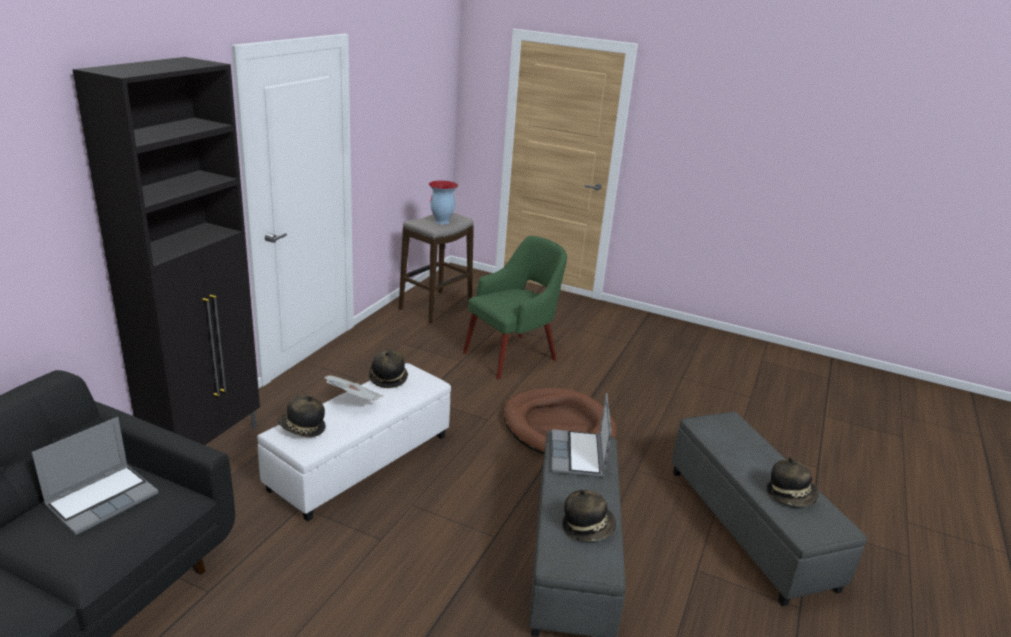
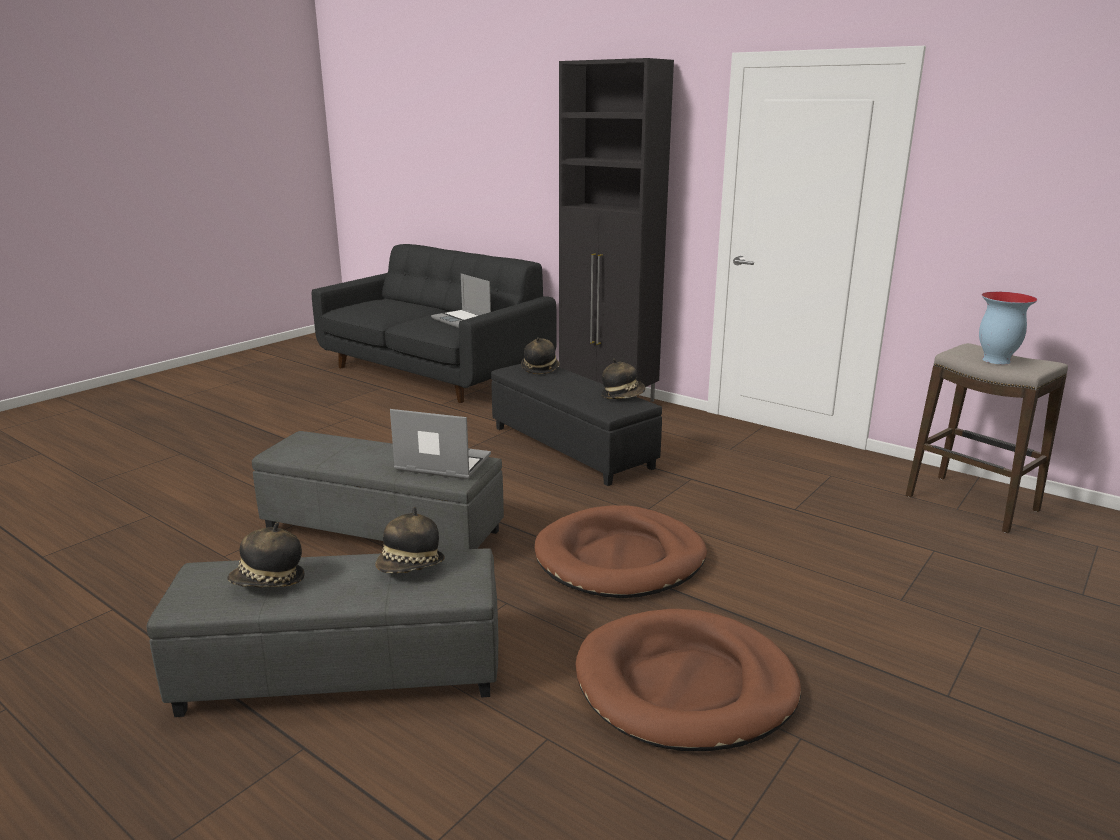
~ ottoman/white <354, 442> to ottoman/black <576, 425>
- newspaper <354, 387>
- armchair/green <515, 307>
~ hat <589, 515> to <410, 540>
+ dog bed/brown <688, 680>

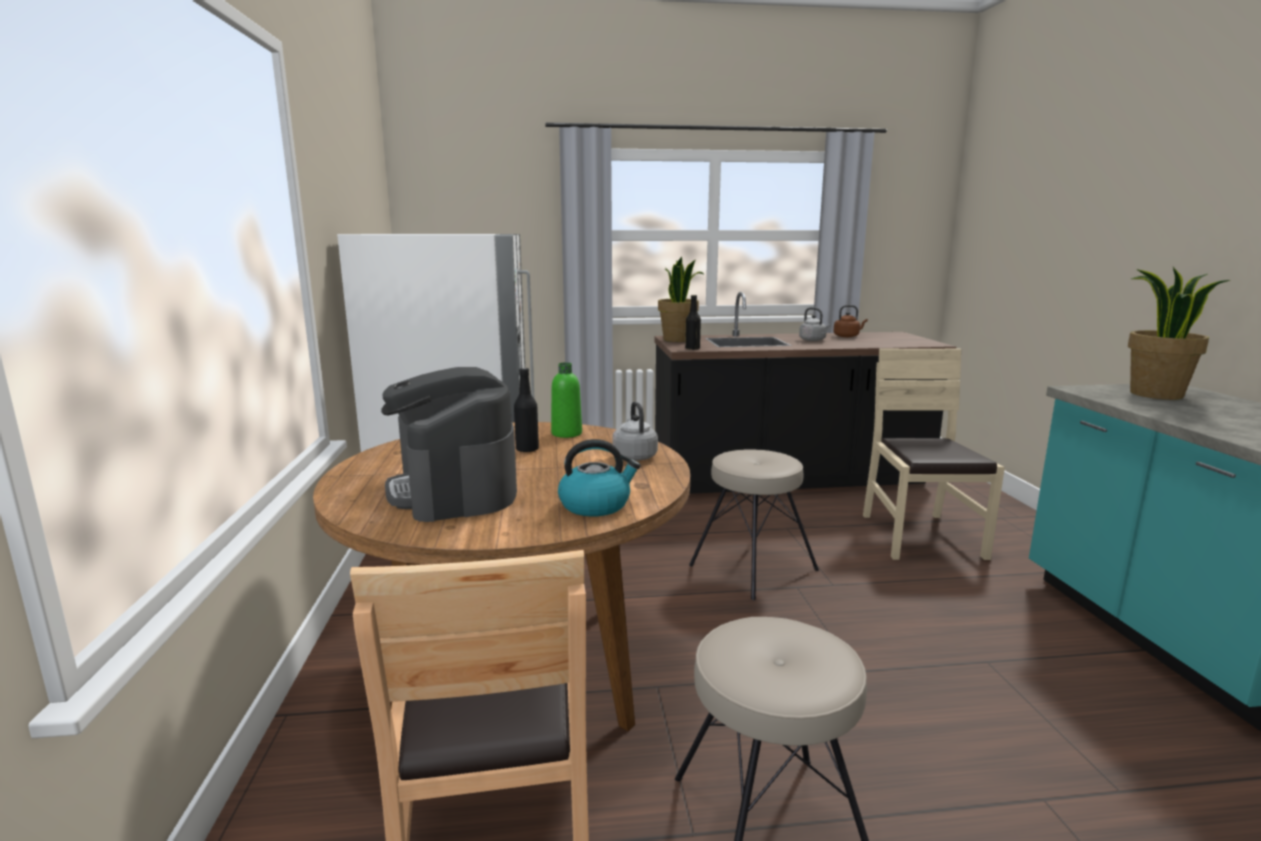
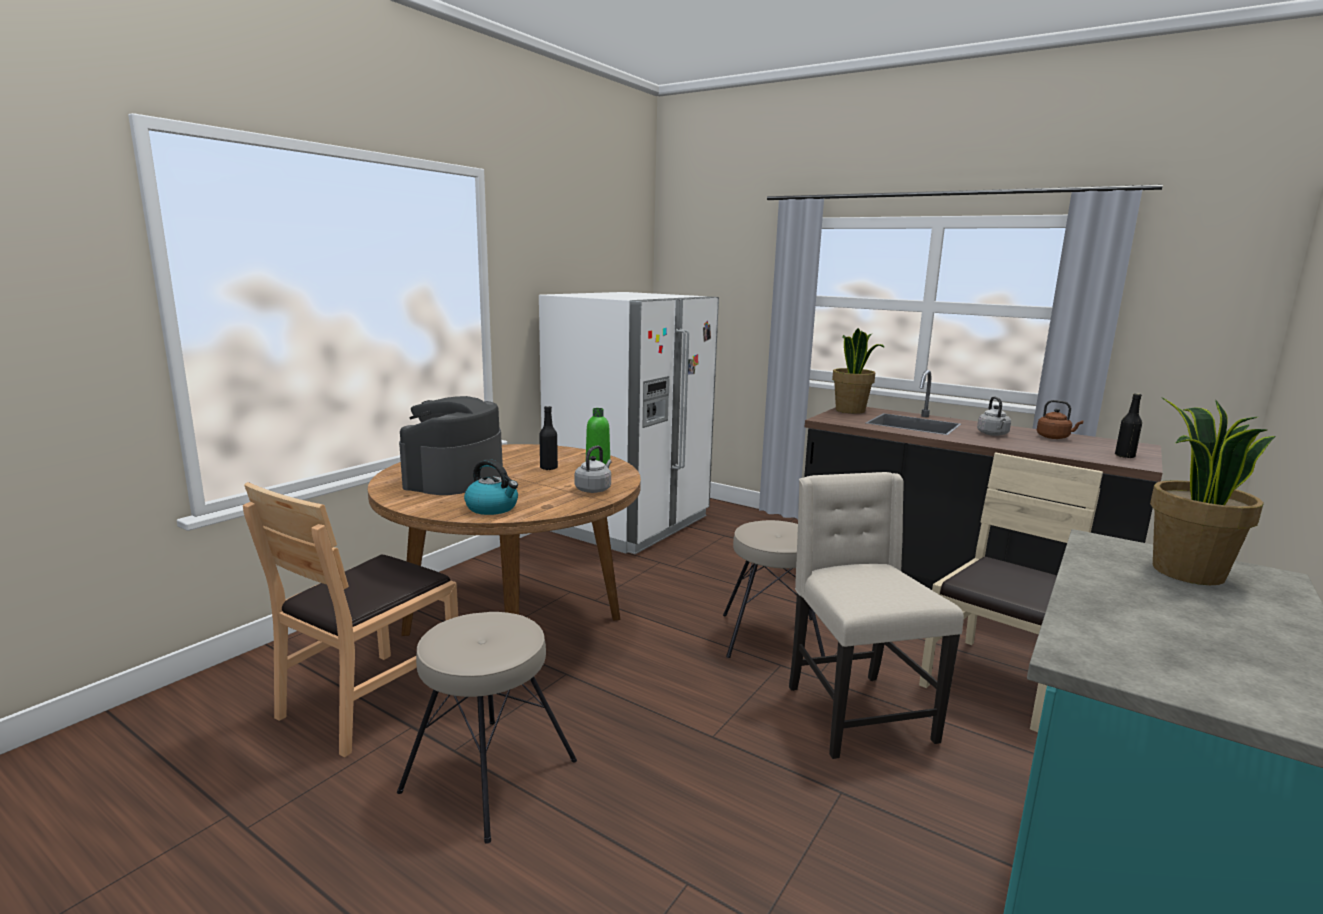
~ bottle/black <693, 322> to <1128, 425>
+ chair/beige <876, 615>

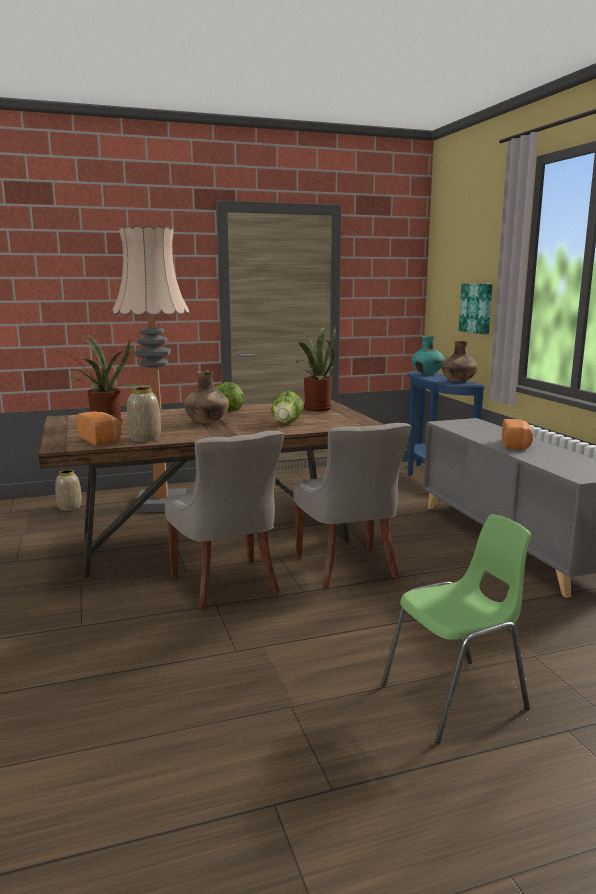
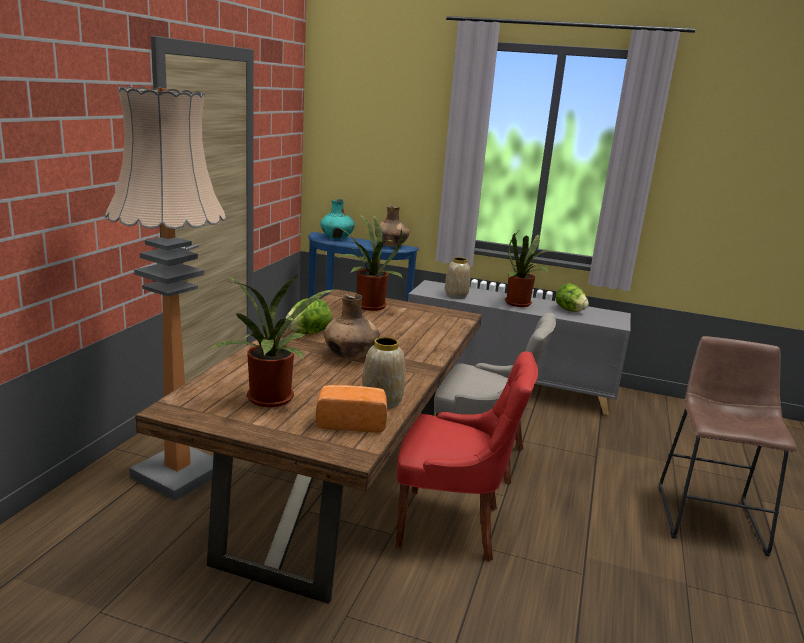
~ vase <68, 490> to <458, 278>
~ chair/grey <225, 521> to chair/red <467, 457>
~ lettuce <287, 407> to <572, 297>
~ chair/green <456, 628> to stool/brown <728, 446>
- picture <476, 309>
~ bread <517, 434> to potted plant <529, 269>

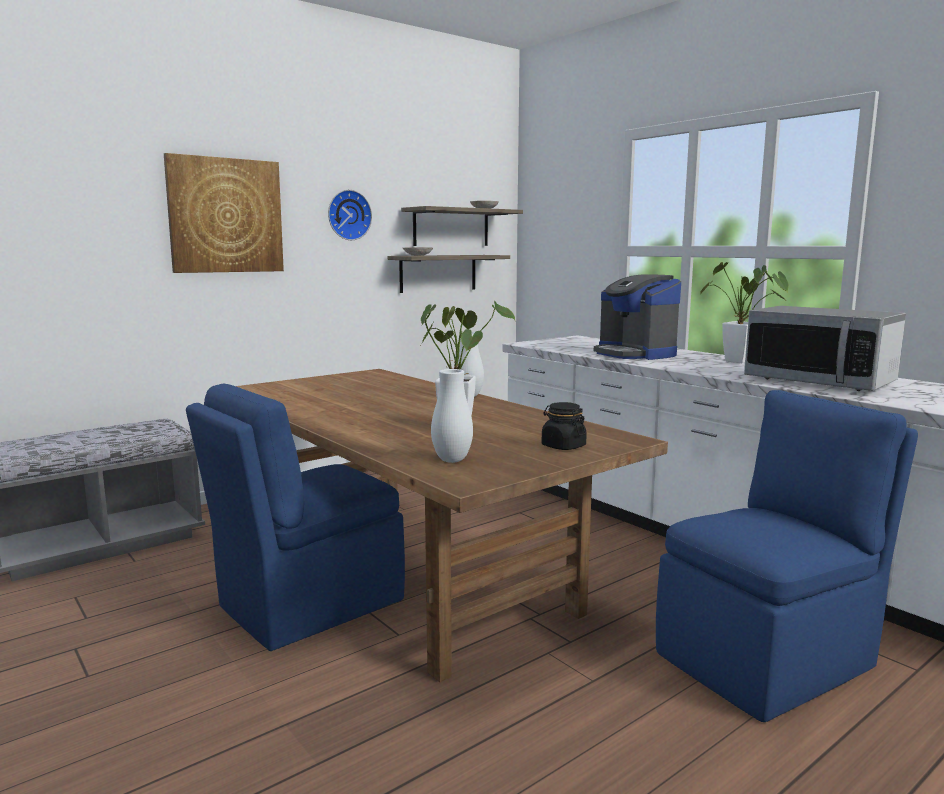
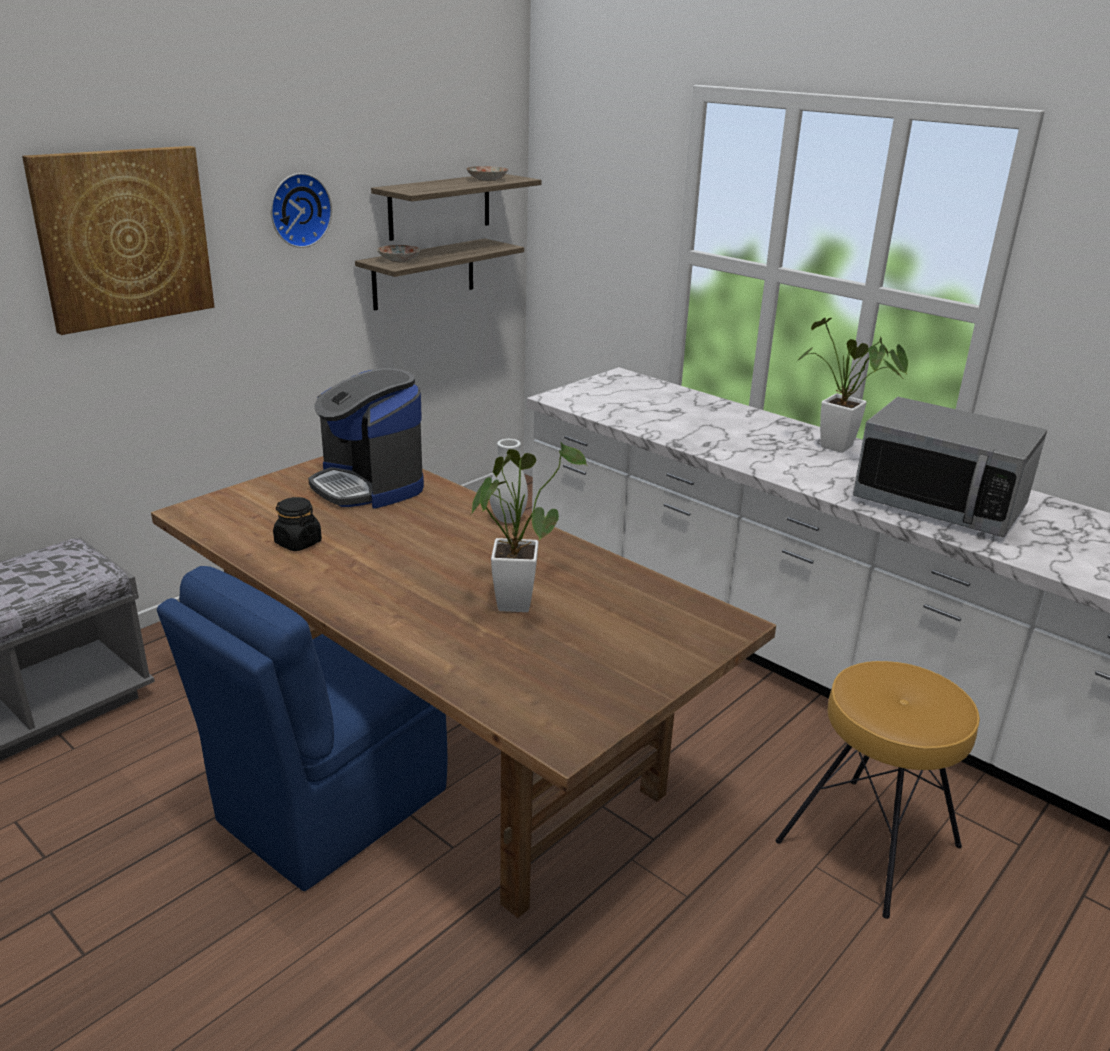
- vase/white <452, 416>
~ jar/black <564, 426> to <297, 524>
~ coffee machine <637, 317> to <366, 438>
~ chair/blue <787, 556> to stool/brown <877, 790>

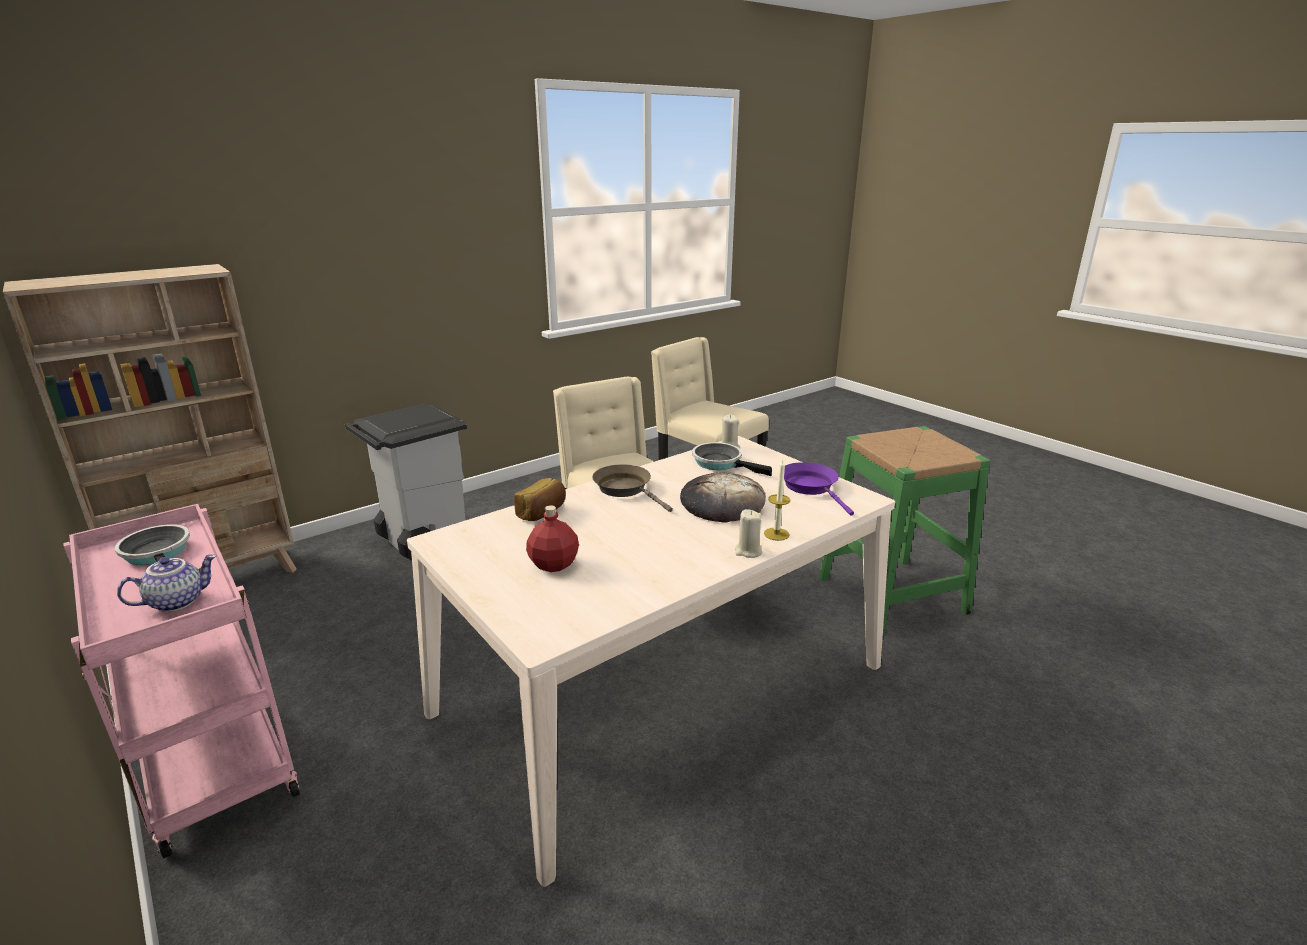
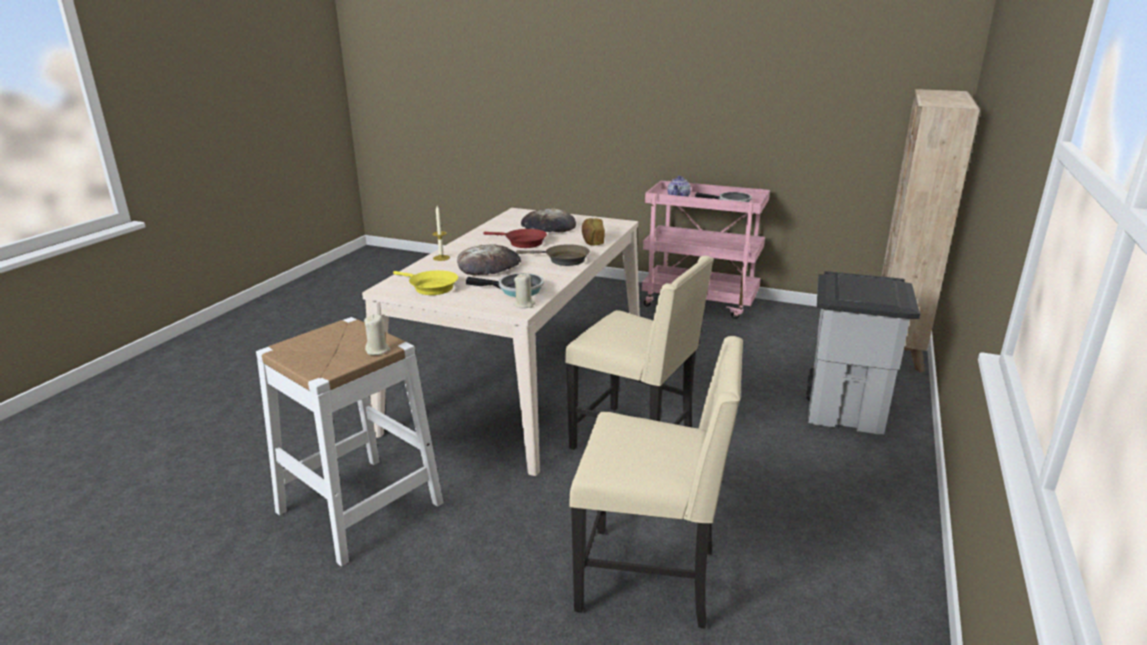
~ bottle/red <552, 538> to bread <548, 221>
~ candle/beige <748, 533> to <377, 335>
~ frying pan/purple <819, 489> to frying pan/yellow <425, 282>
~ stool/green <904, 530> to stool/white <350, 441>
+ frying pan/red <515, 238>

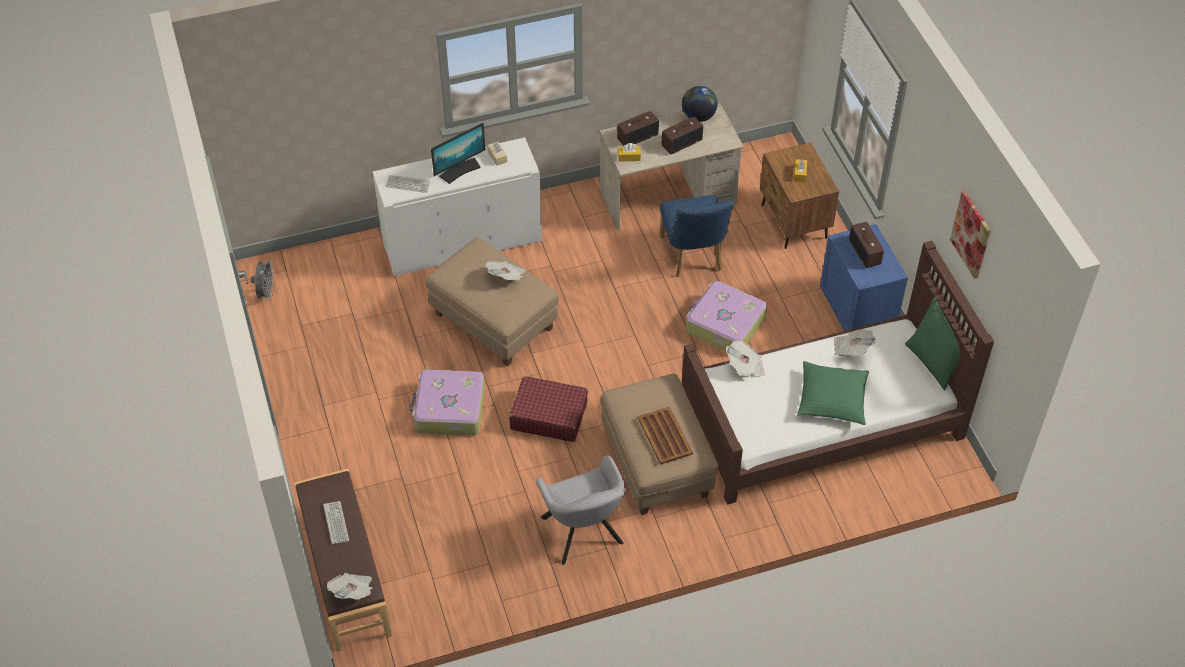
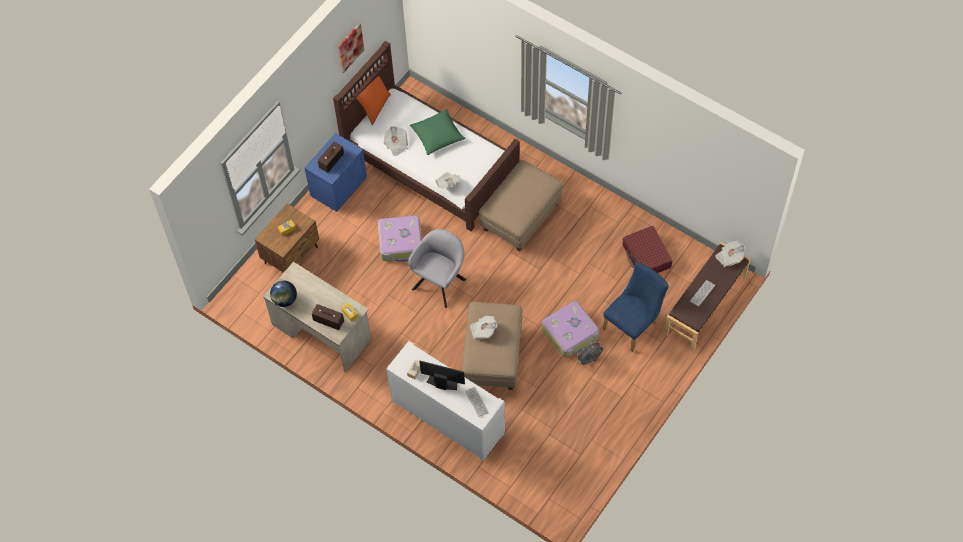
~ fan/grey <263, 280> to <590, 353>
~ suitcase/red <548, 409> to <648, 249>
~ armchair/grey <581, 510> to <437, 268>
- tray/brown <665, 436>
~ chair/blue <697, 236> to <635, 307>
- radio <682, 135>
~ pillow/green <940, 344> to pillow/orange <373, 95>

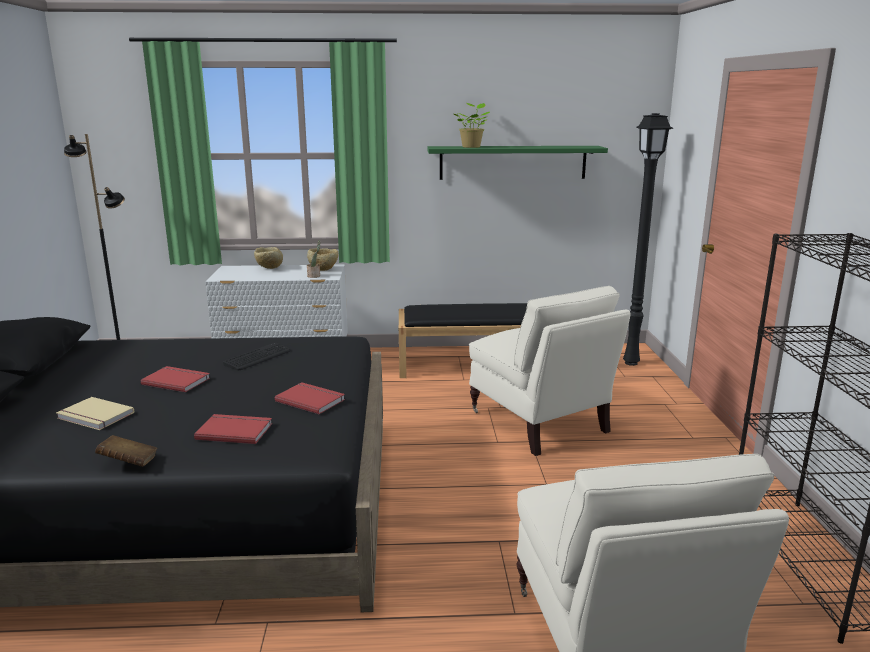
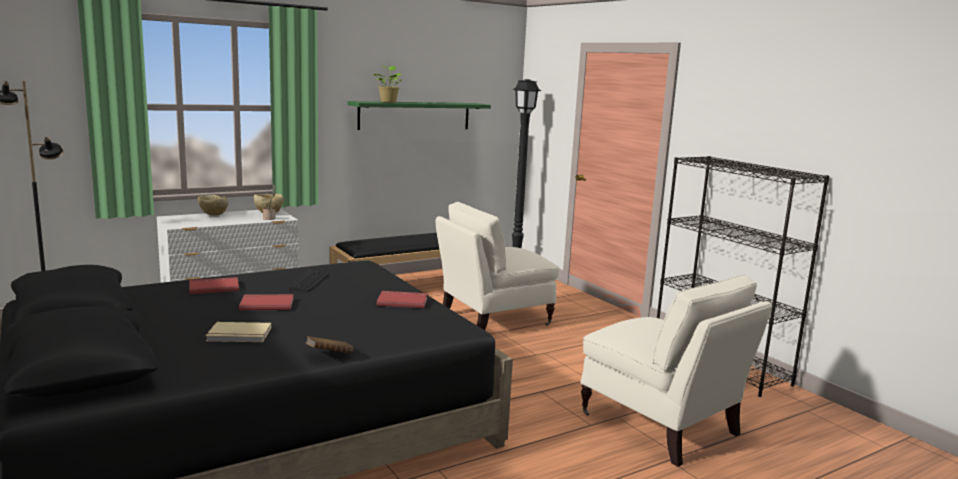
~ book/red <233, 429> to <214, 285>
~ armchair/beige <550, 371> = <497, 266> 120 degrees clockwise

